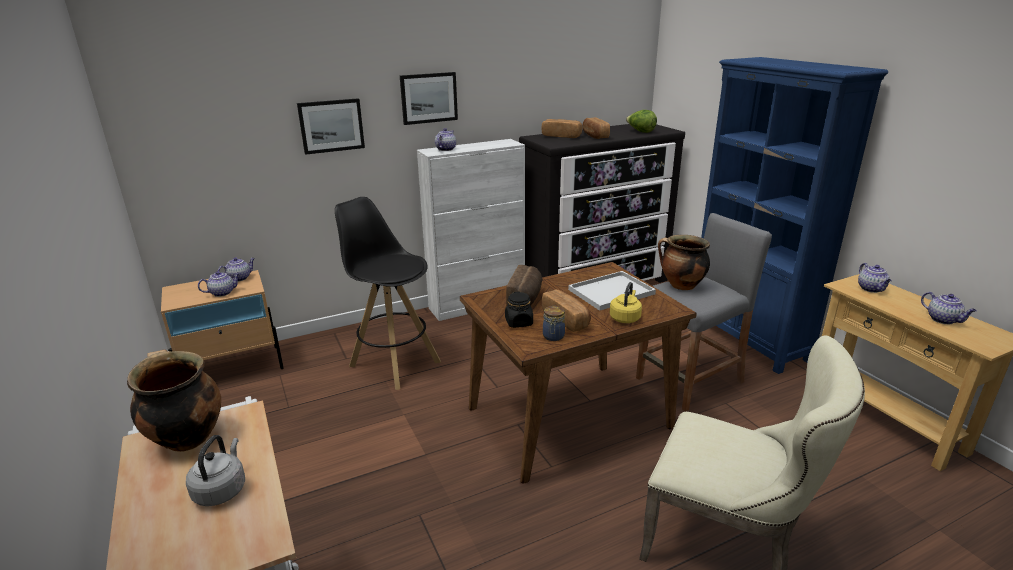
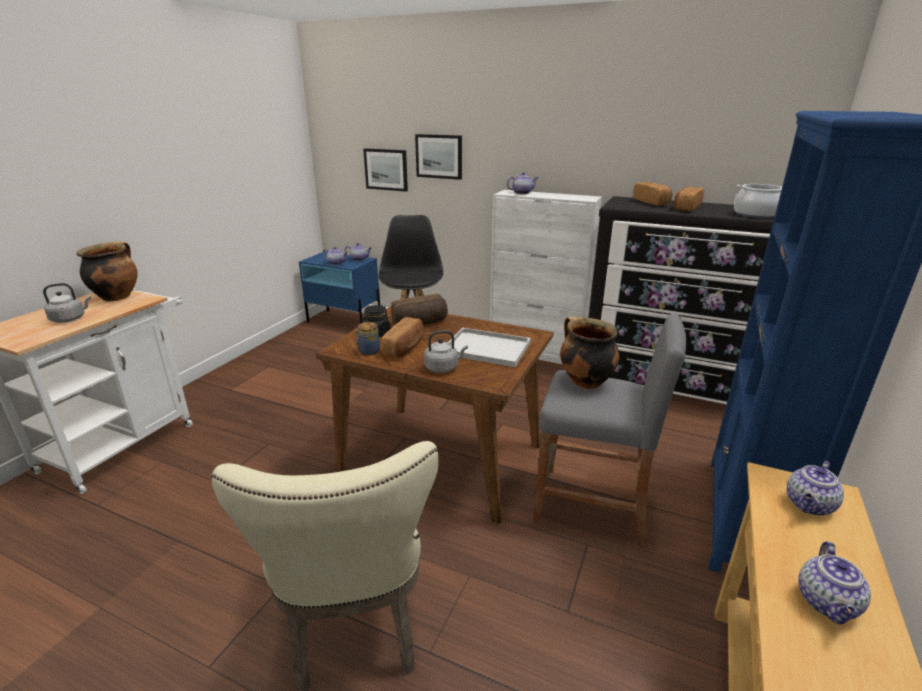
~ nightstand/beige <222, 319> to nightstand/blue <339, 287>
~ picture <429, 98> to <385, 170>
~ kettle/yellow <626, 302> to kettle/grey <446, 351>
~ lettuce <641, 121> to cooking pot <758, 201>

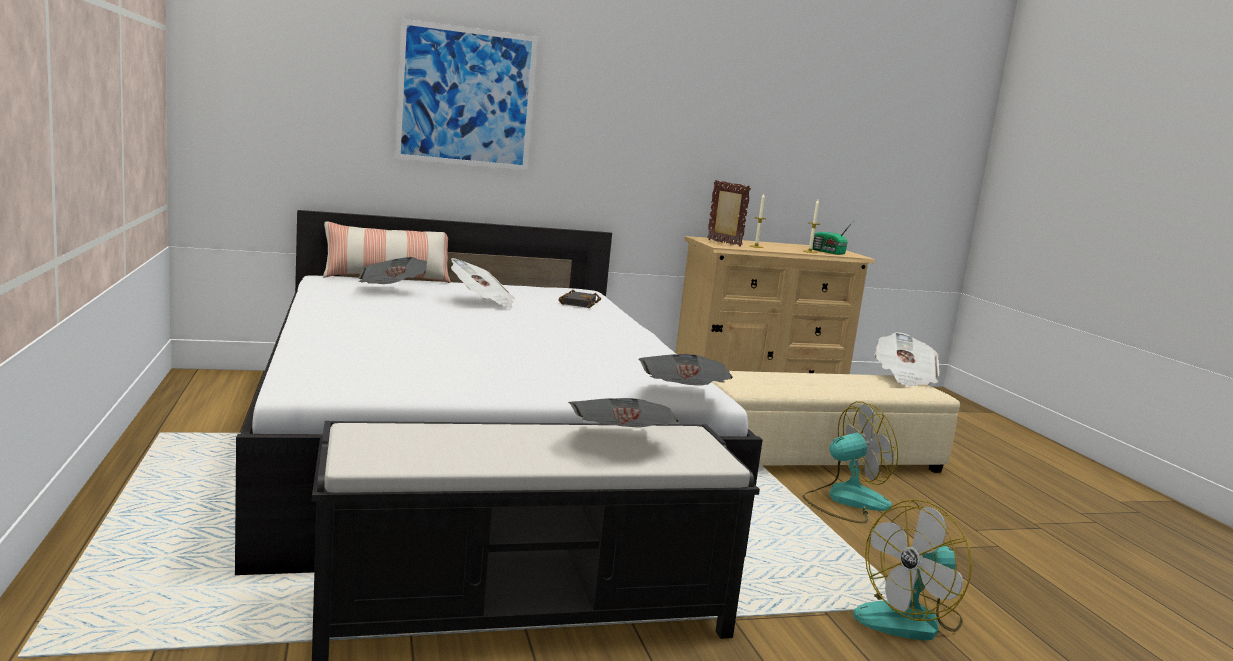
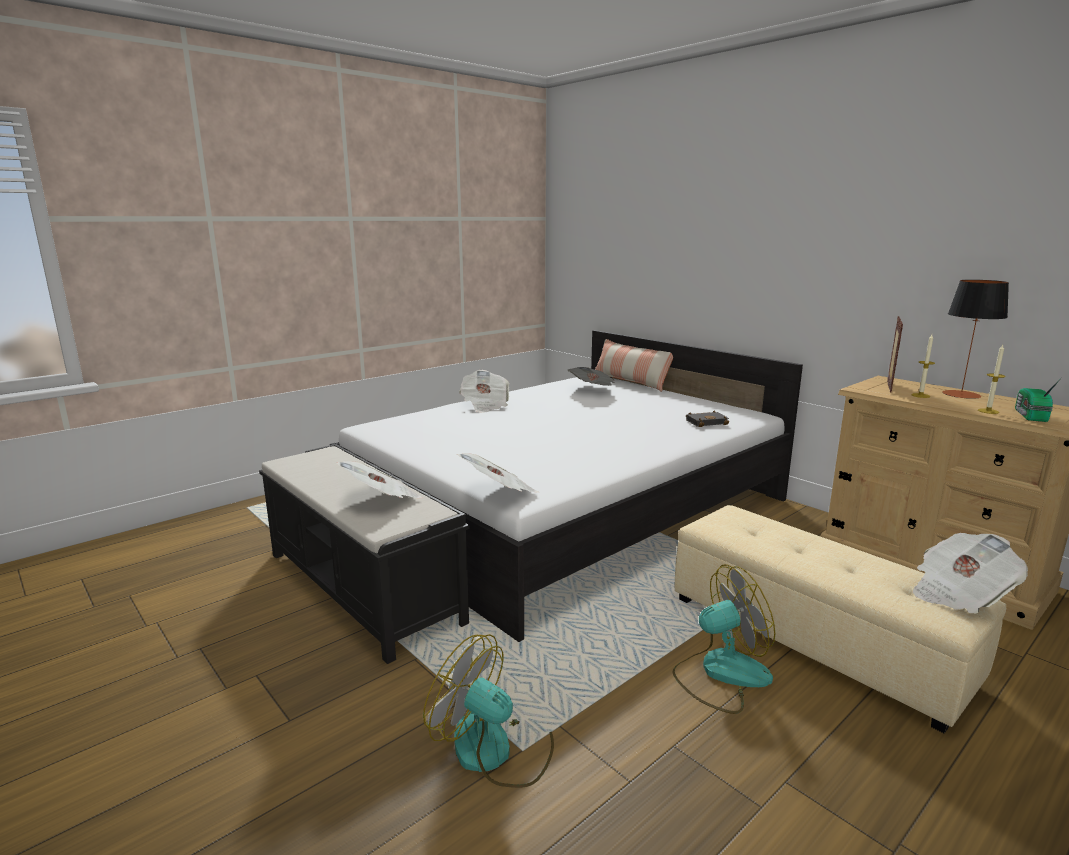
- picture <466, 95>
~ newspaper <483, 283> to <484, 391>
~ fan <850, 462> = <723, 639> 60 degrees counterclockwise
+ table lamp <975, 339>

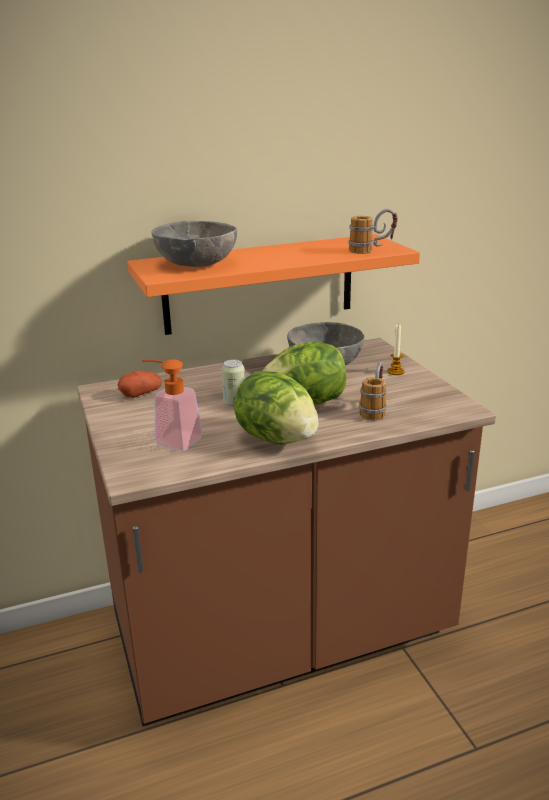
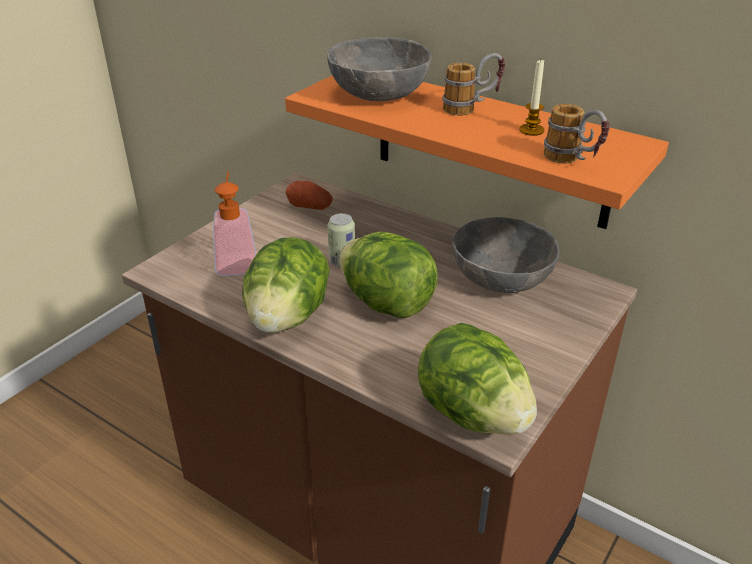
~ mug <373, 391> to <473, 84>
~ candle <396, 349> to <531, 97>
+ lettuce <477, 379>

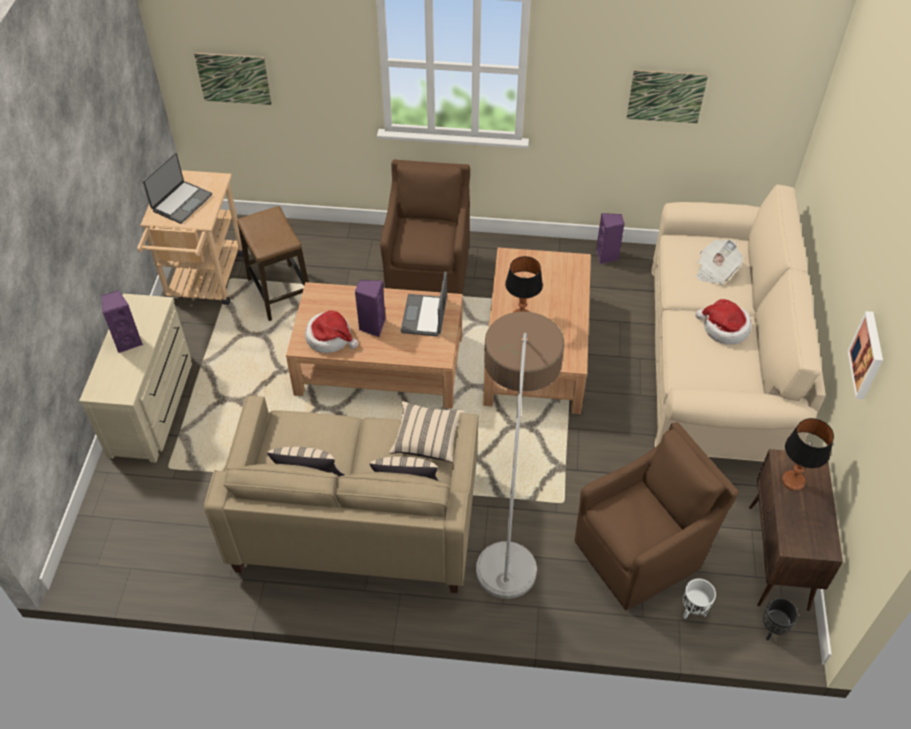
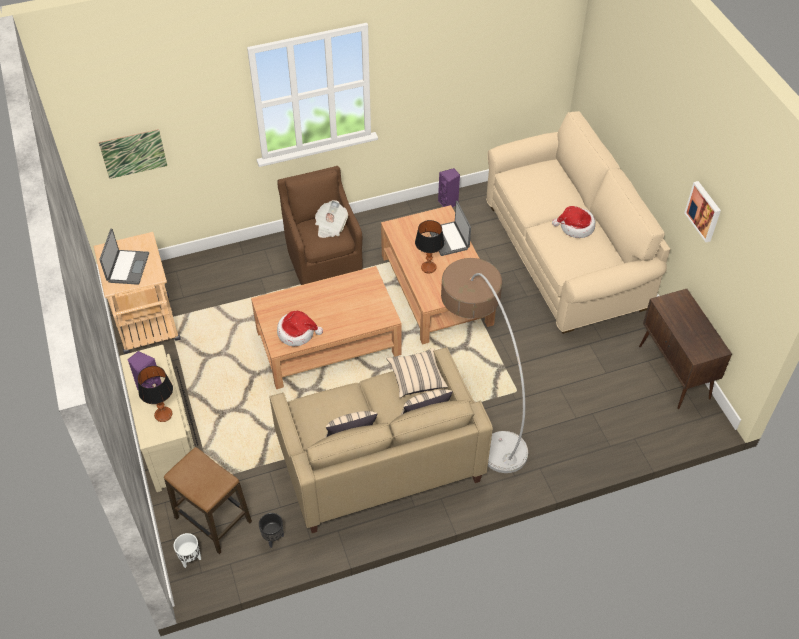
~ stool <272, 263> to <208, 500>
- speaker/purple <370, 308>
~ laptop <424, 304> to <450, 228>
- armchair/brown <657, 516>
- picture <667, 96>
~ planter/white <699, 599> to <187, 550>
~ newspaper <719, 262> to <331, 219>
~ planter/black <780, 619> to <271, 530>
~ table lamp <808, 454> to <155, 394>

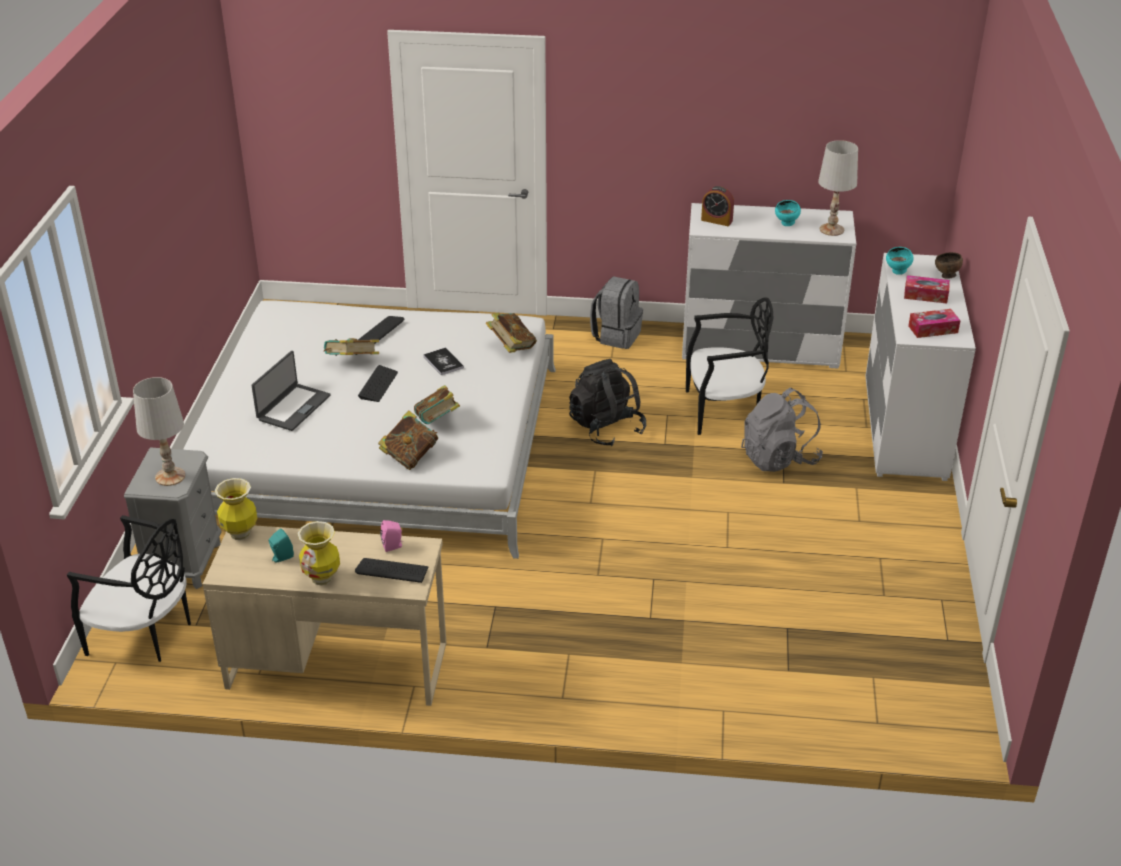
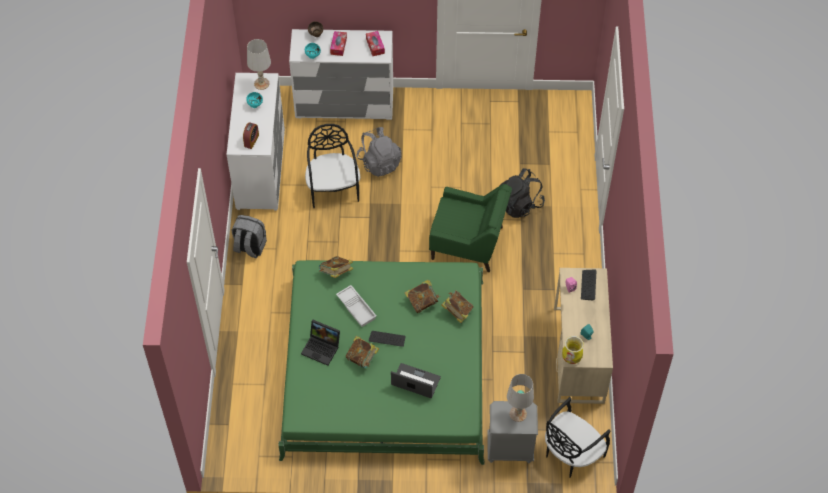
~ chair/black <129, 588> = <578, 437> 150 degrees counterclockwise
~ bed/white <369, 429> to bed/green <381, 362>
- vase <319, 553>
~ keyboard <381, 329> to laptop <320, 343>
~ book <443, 361> to tray/white <356, 306>
~ backpack/black <608, 402> to <522, 193>
+ armchair/green <470, 228>

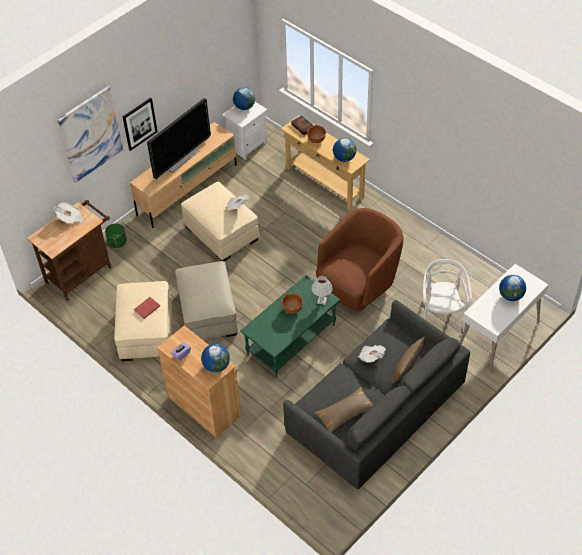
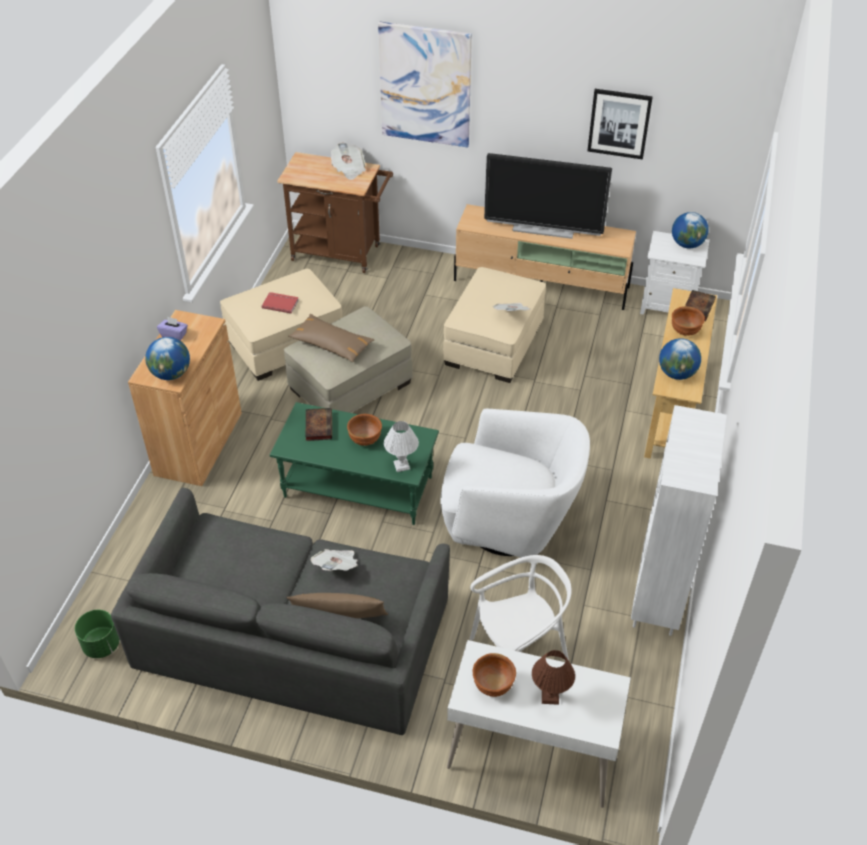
~ planter/green <116, 235> to <97, 634>
~ picture <140, 124> to <620, 124>
~ pillow/brown <343, 409> to <331, 338>
~ armchair/brown <359, 260> to armchair/white <515, 483>
~ globe <512, 288> to table lamp/brown <553, 677>
+ book <318, 424>
+ bowl/brown <494, 675>
+ bookcase/white <679, 520>

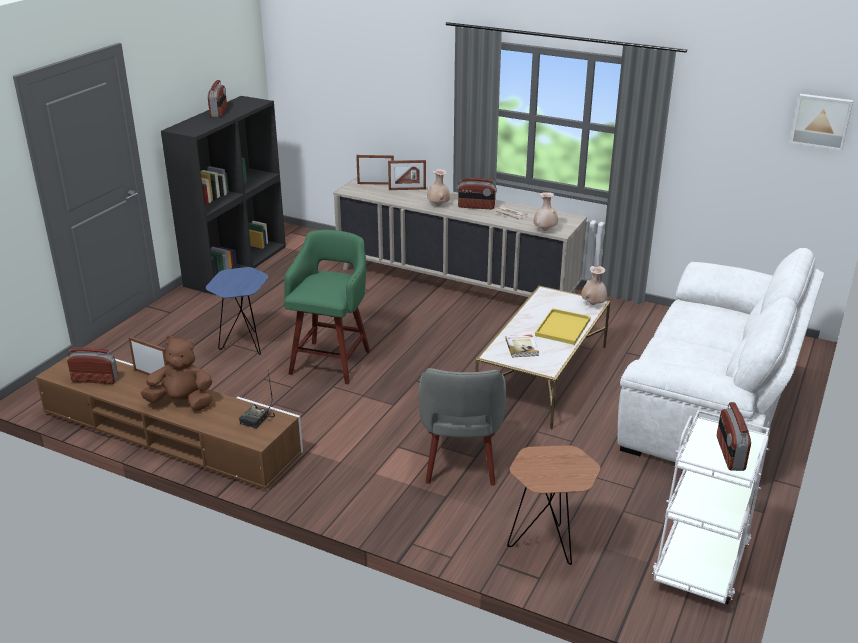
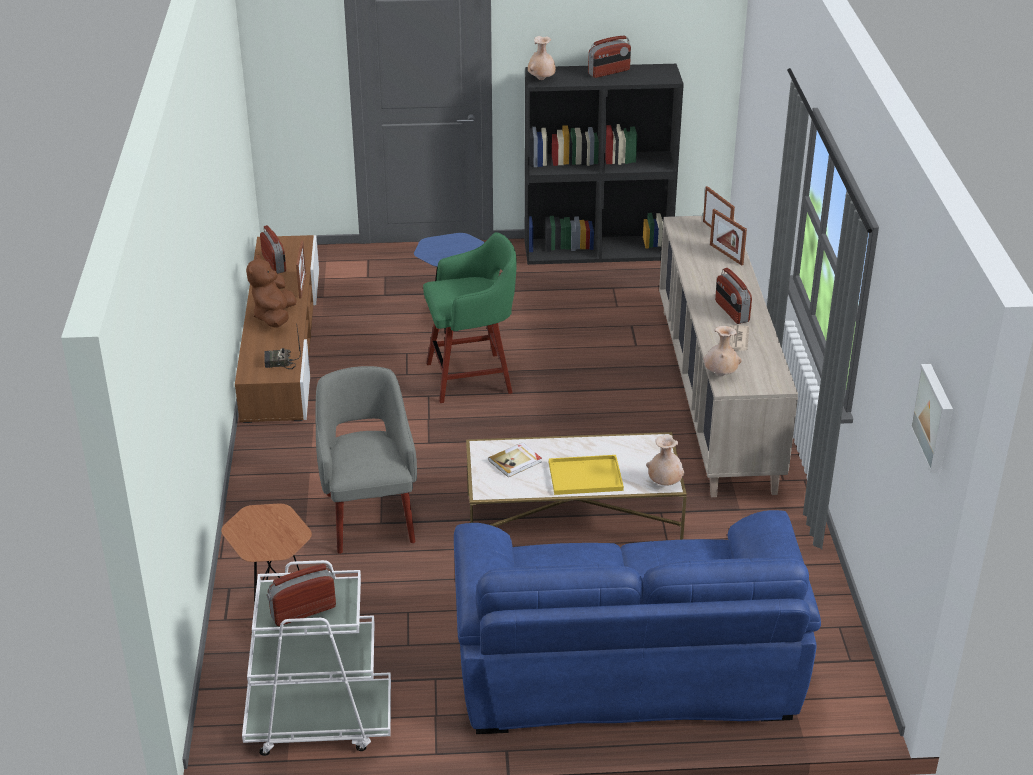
~ plush toy/brown <177, 373> = <271, 291> 150 degrees counterclockwise
~ armchair/grey <462, 427> = <366, 460> 105 degrees clockwise
~ vase/beige <438, 187> to <542, 58>
~ sofa/white <721, 355> to sofa/blue <637, 622>

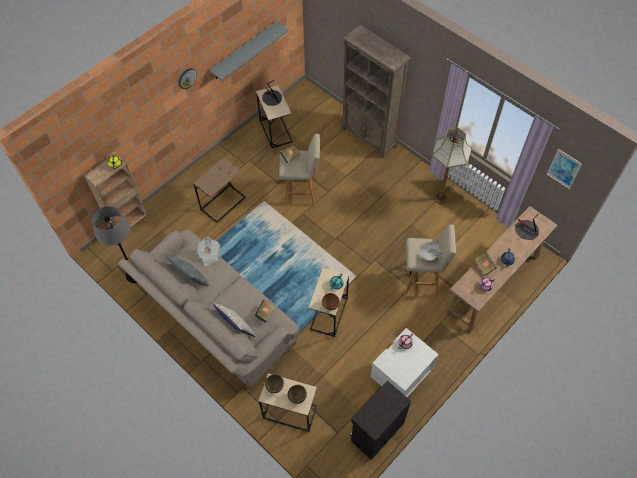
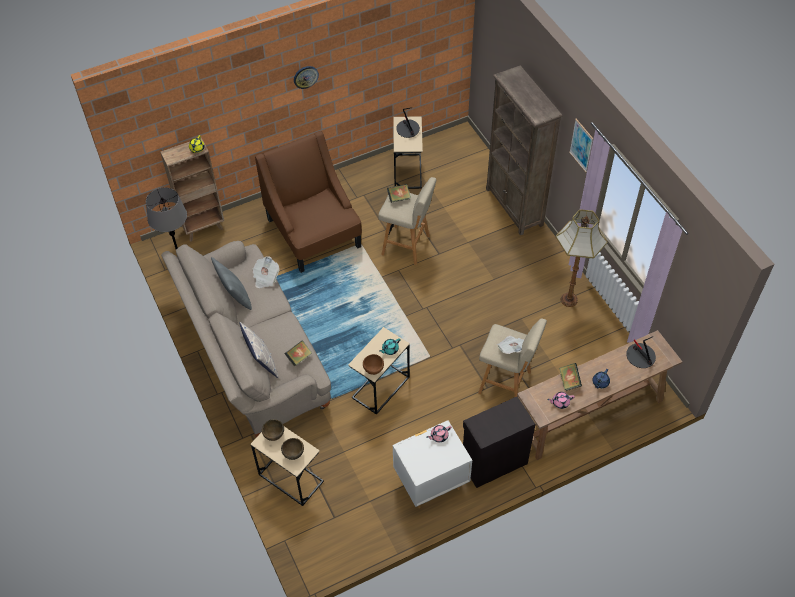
~ side table/brown <219, 190> to armchair/brown <308, 202>
- shelf/grey <249, 50>
~ cabinet/black <380, 420> to <499, 442>
~ picture <564, 169> to <581, 145>

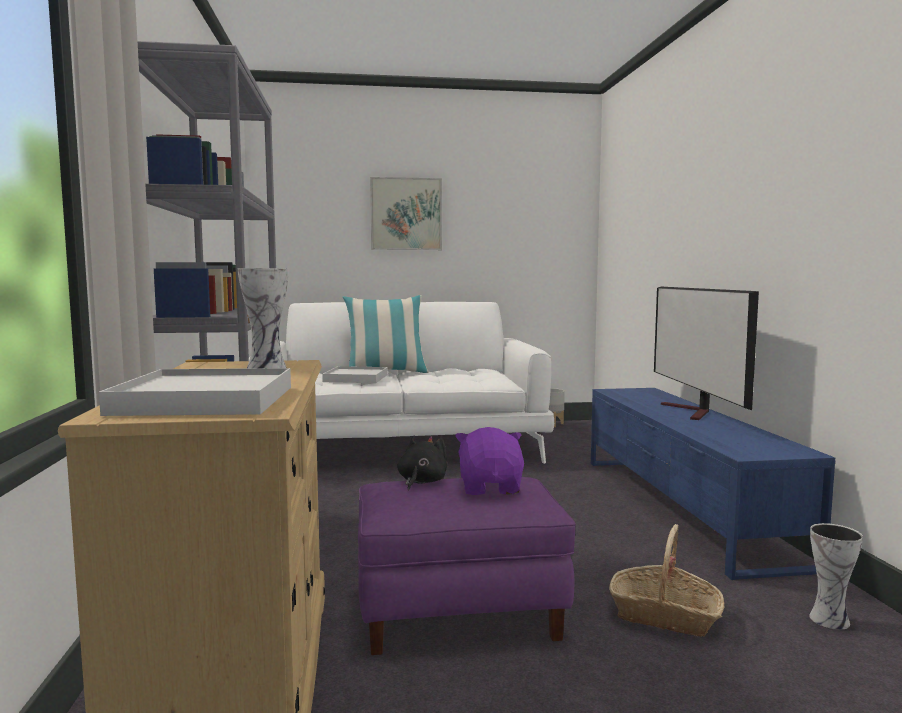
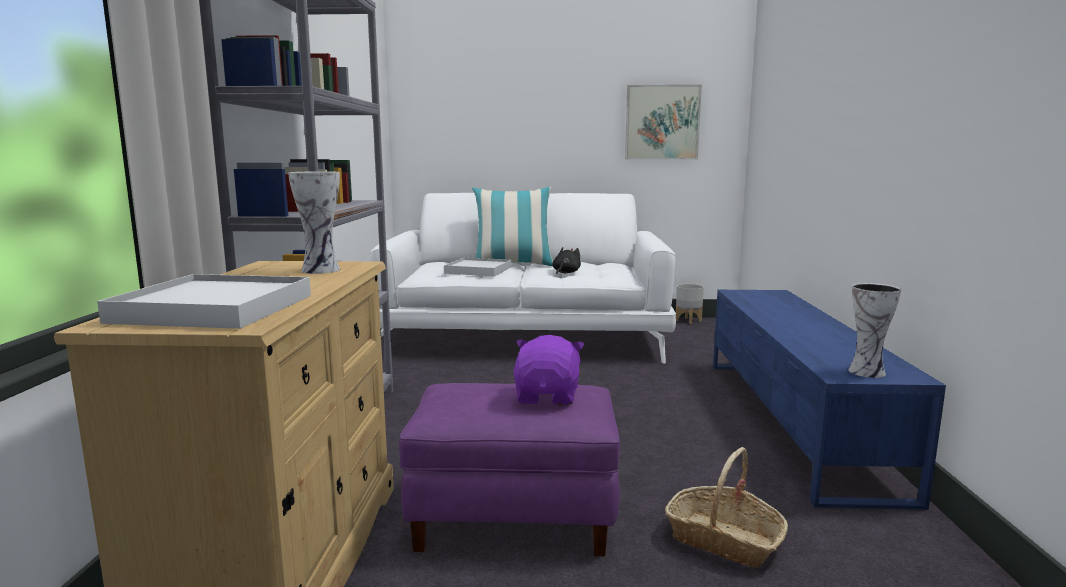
~ picture <406, 213> to <663, 121>
~ plush toy/black <422, 463> to <566, 260>
- television <706, 353>
~ vase <836, 576> to <874, 330>

